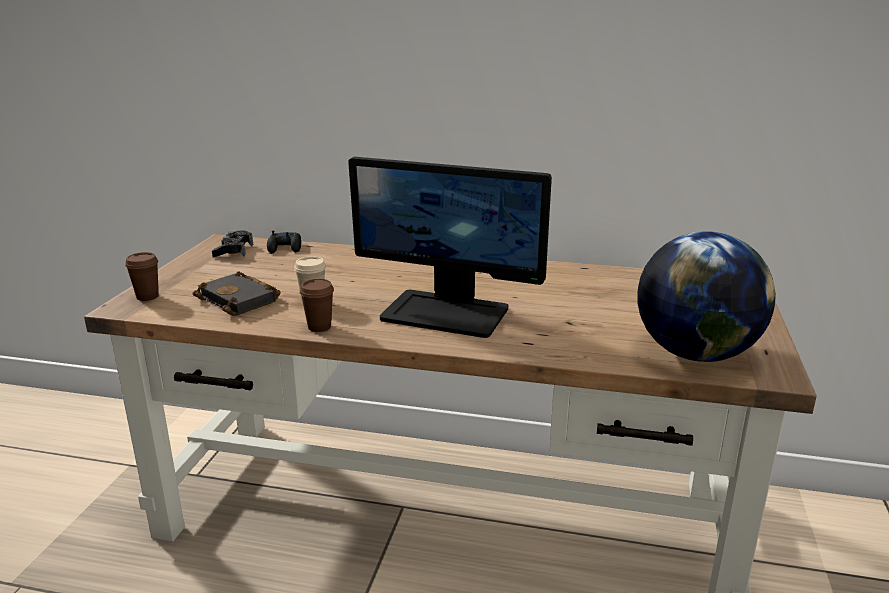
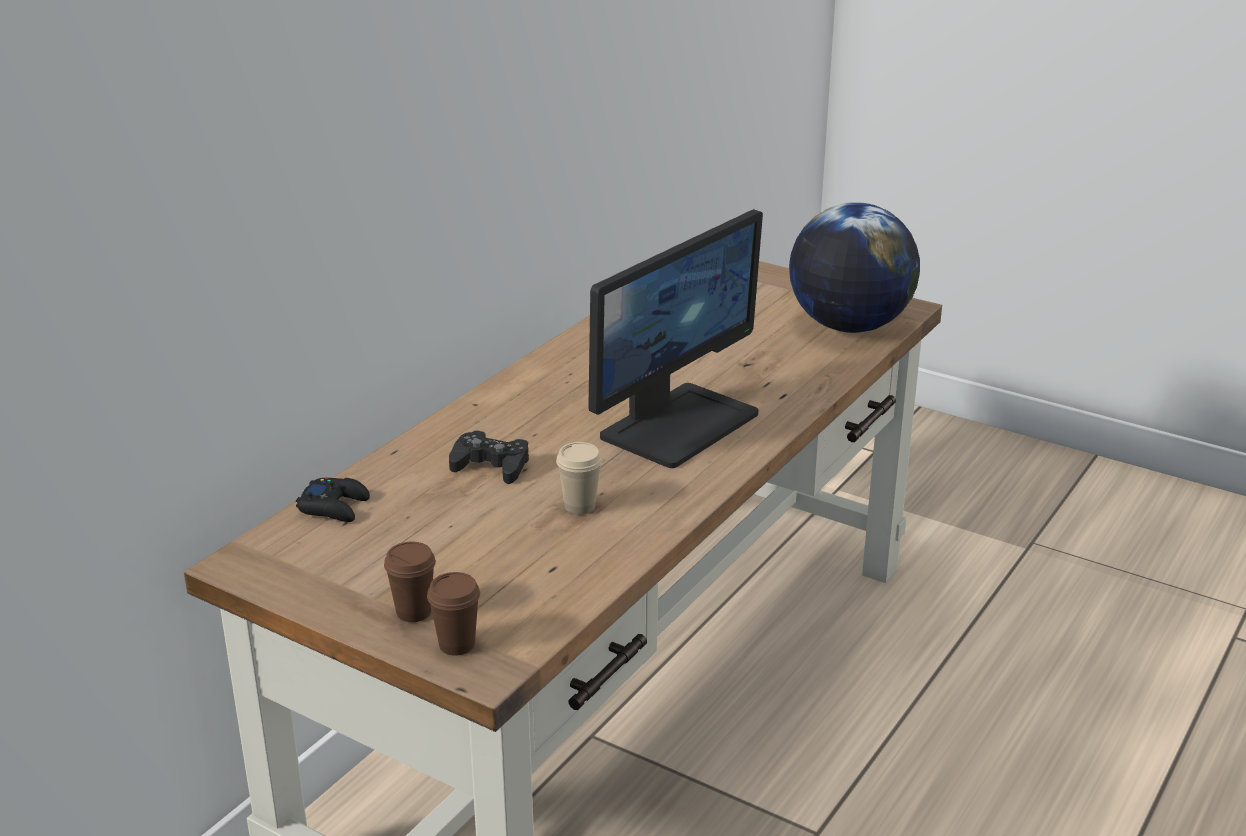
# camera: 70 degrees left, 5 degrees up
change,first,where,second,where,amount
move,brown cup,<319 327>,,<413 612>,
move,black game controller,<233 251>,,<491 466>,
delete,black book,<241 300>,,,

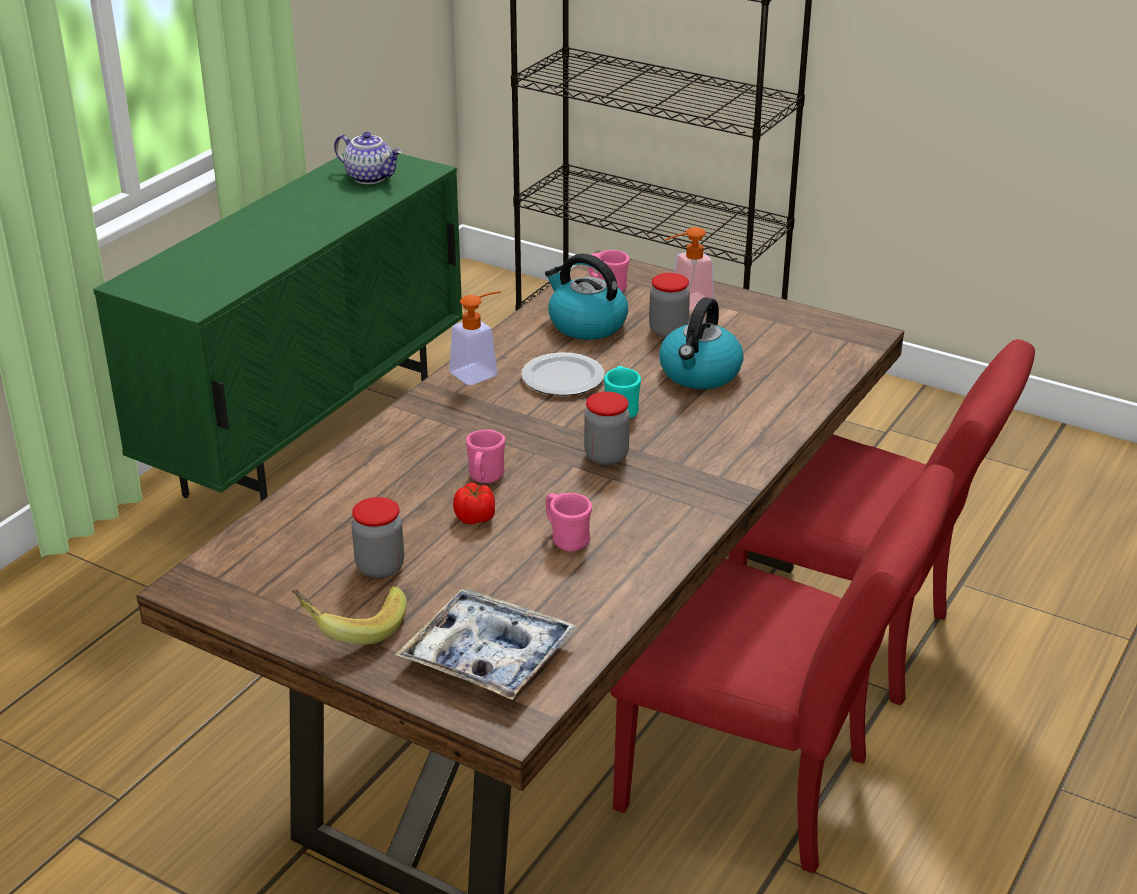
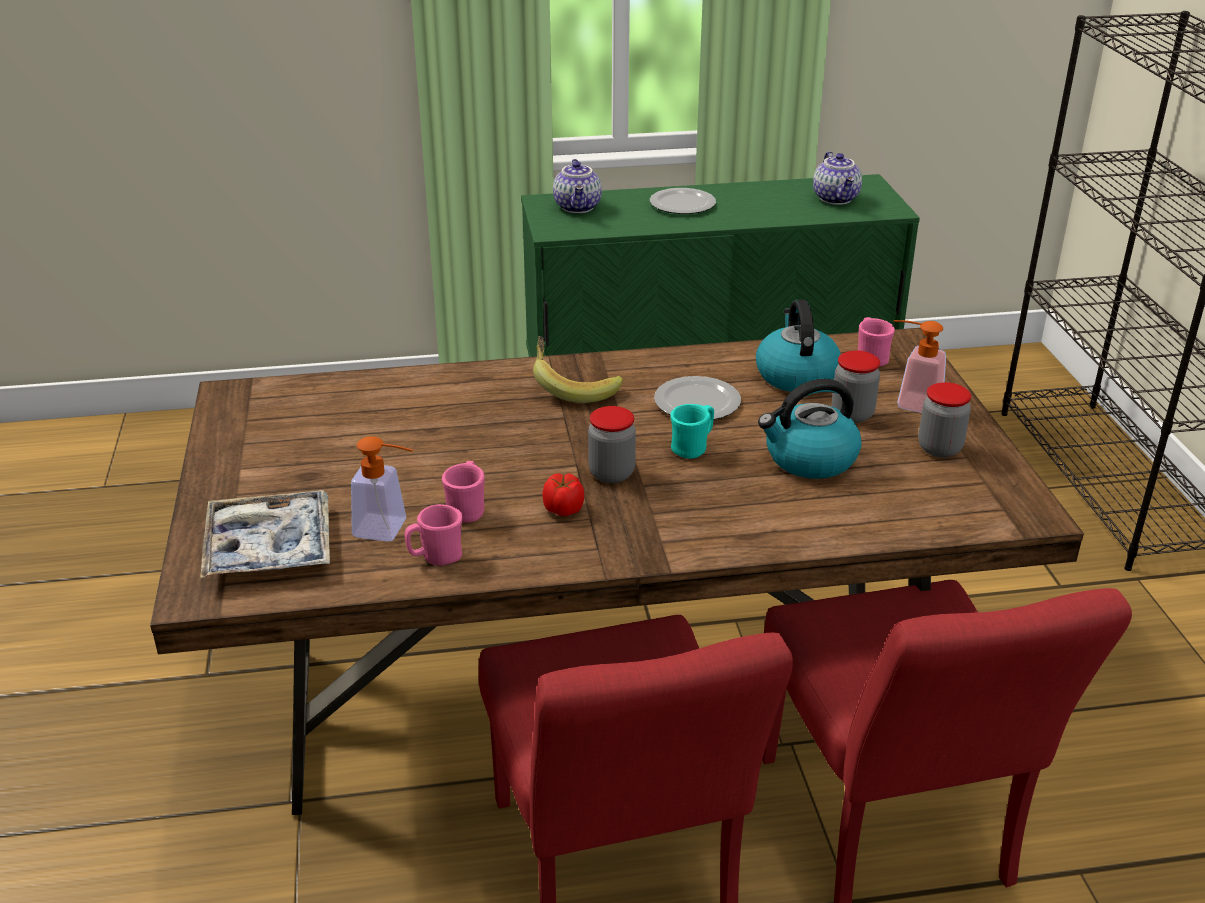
# camera: 50 degrees right, 0 degrees up
change,first,where,second,where,amount
move,soap dispenser,<480 372>,,<389 530>,
move,pink mug,<485 478>,,<436 557>,
move,banana,<352 626>,,<573 387>,
move,tomato,<476 518>,,<563 510>,
insert,,,teapot,<578 207>,
insert,,,plate,<681 204>,
move,jar,<380 567>,,<939 448>,

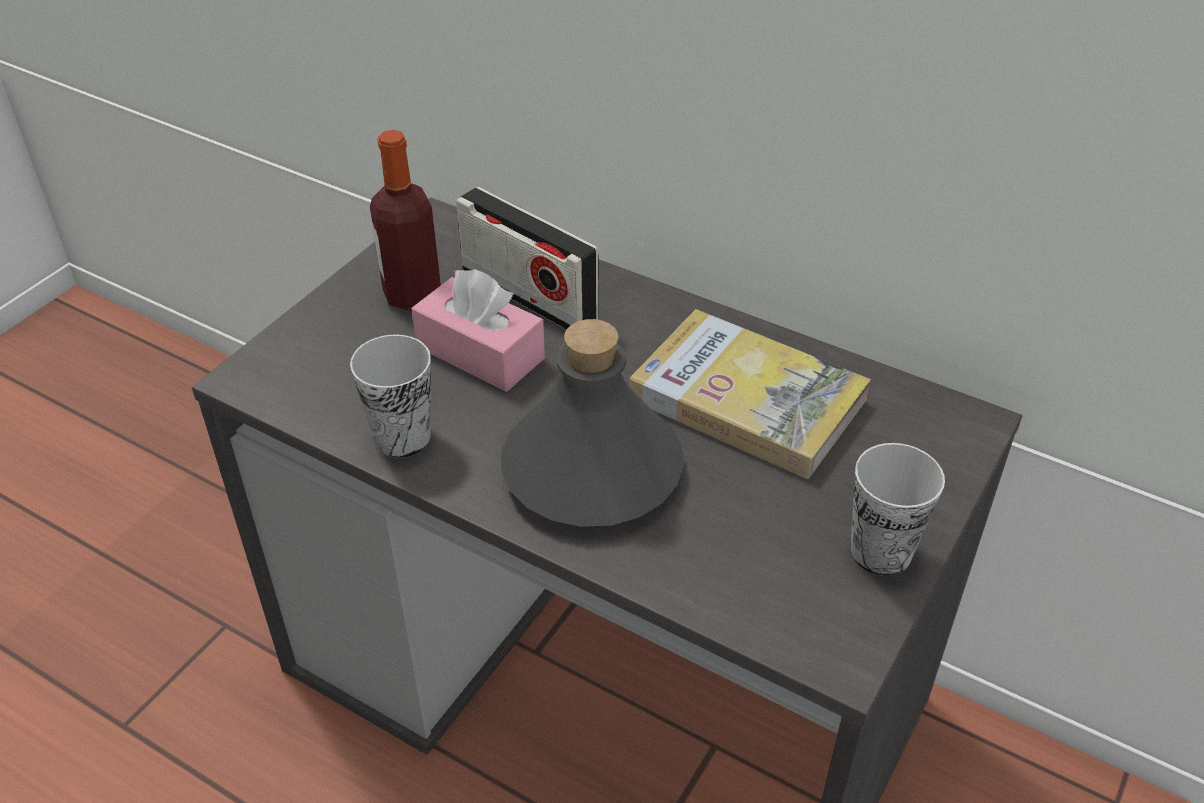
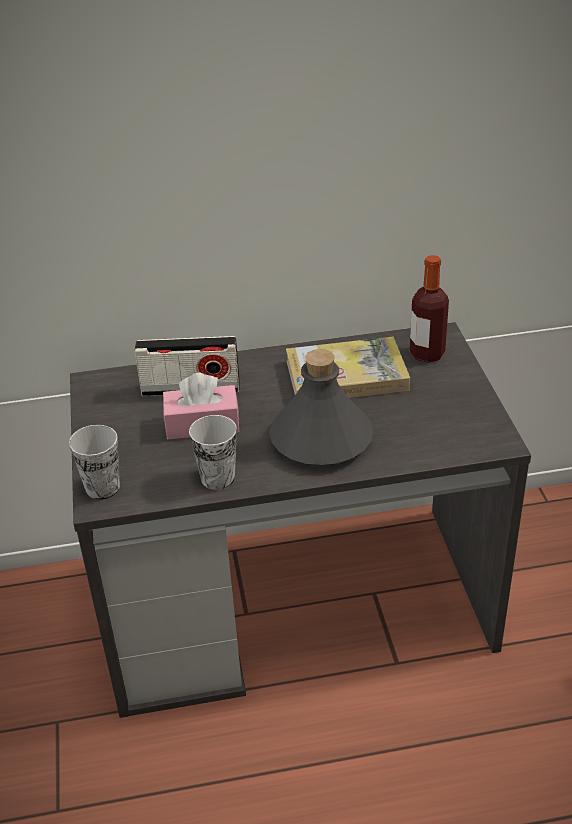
# camera: 40 degrees left, 5 degrees down
change,first,where,second,where,amount
move,cup,<881 551>,,<102 488>,
move,bottle,<412 295>,,<427 354>,

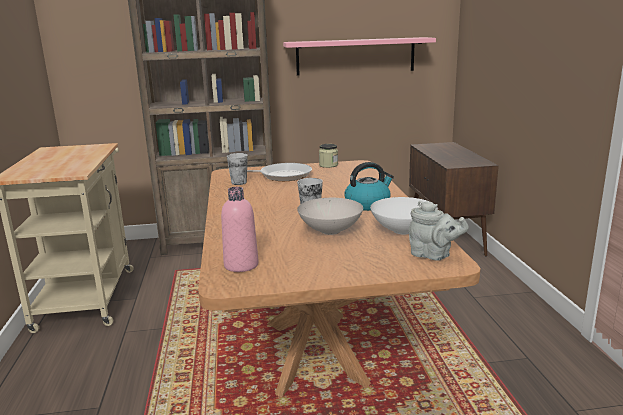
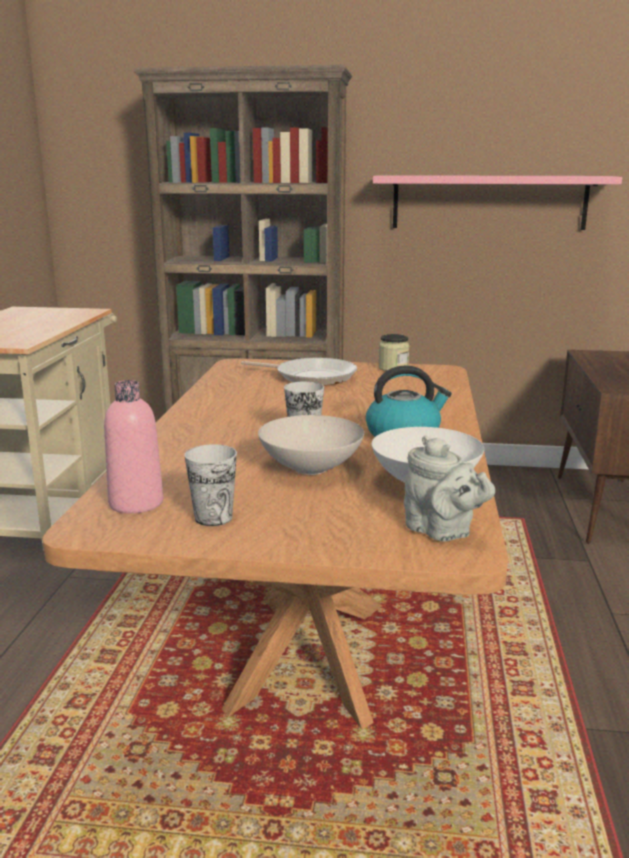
# camera: 15 degrees right, 0 degrees up
change,first,where,second,where,amount
move,cup,<239 182>,,<213 518>,

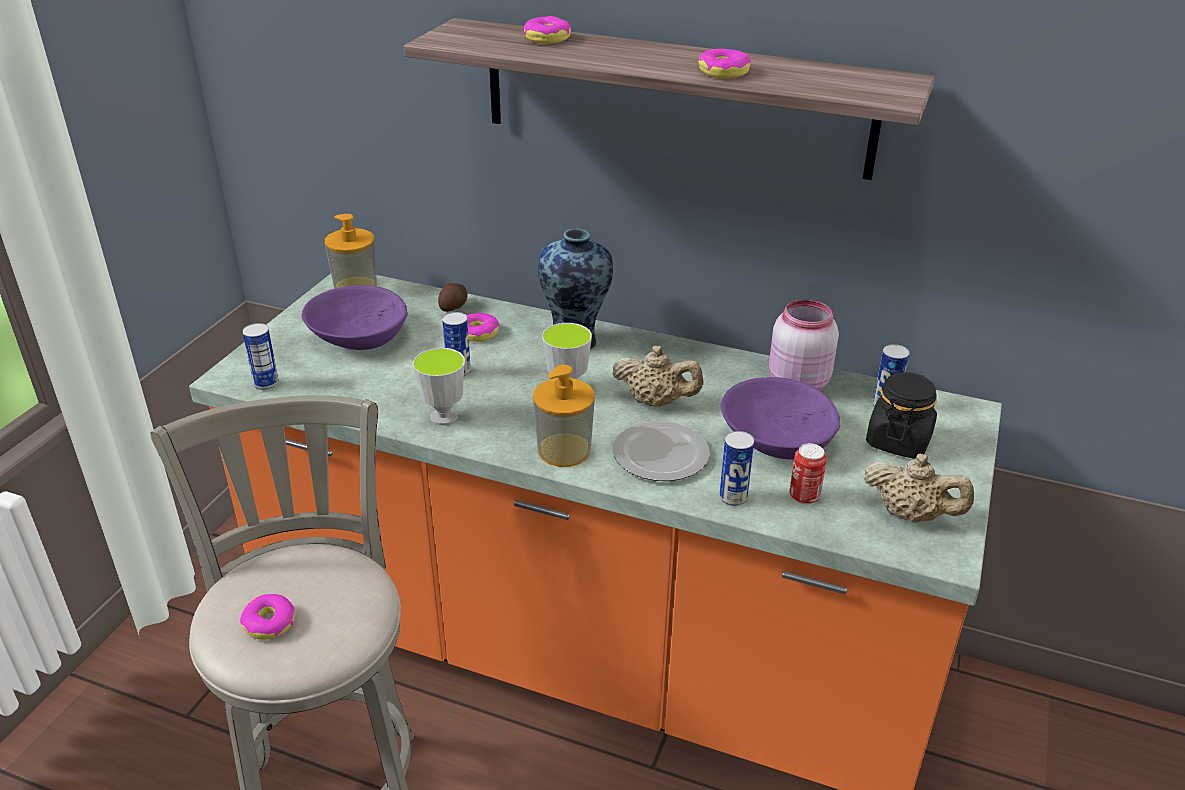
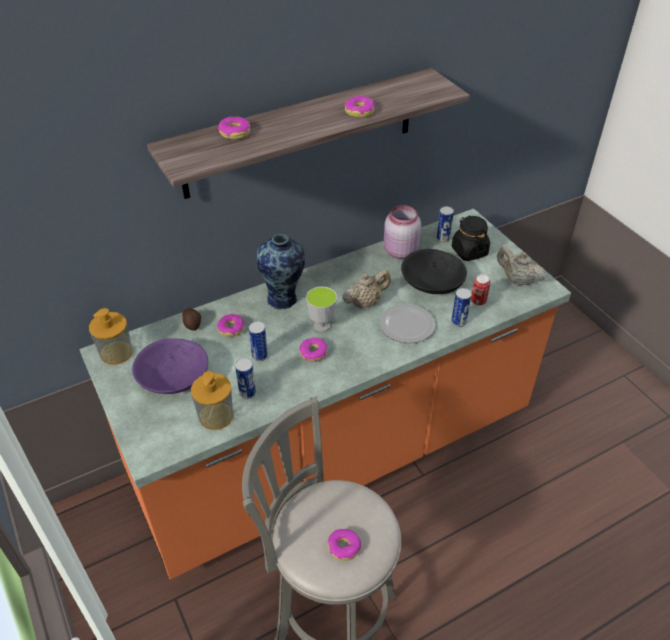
# camera: 50 degrees left, 10 degrees up
change,first,where,second,where,amount
move,soap dispenser,<564 450>,,<216 416>,
move,can,<266 384>,,<247 393>,
insert,,,donut,<313 353>,
recolor,purple bowl,<776 438>,black bowl,<431 283>,
rotate,beige teapot,<911 515>,,<517 280>,120 degrees counterclockwise
delete,cup,<444 417>,,,

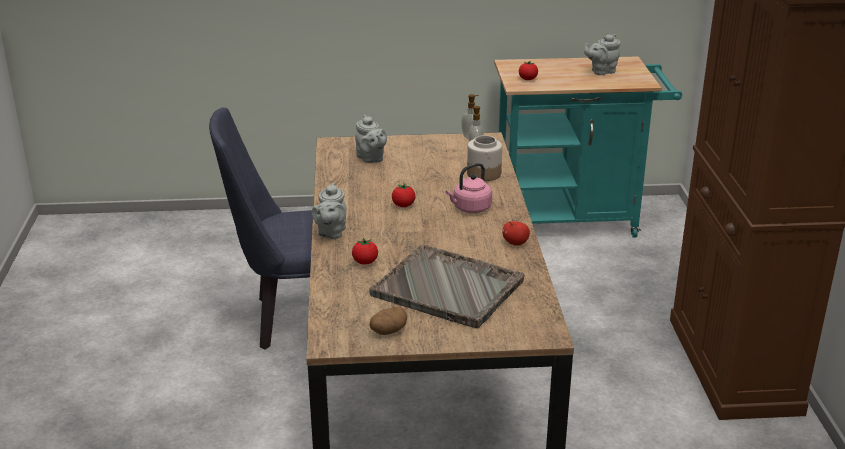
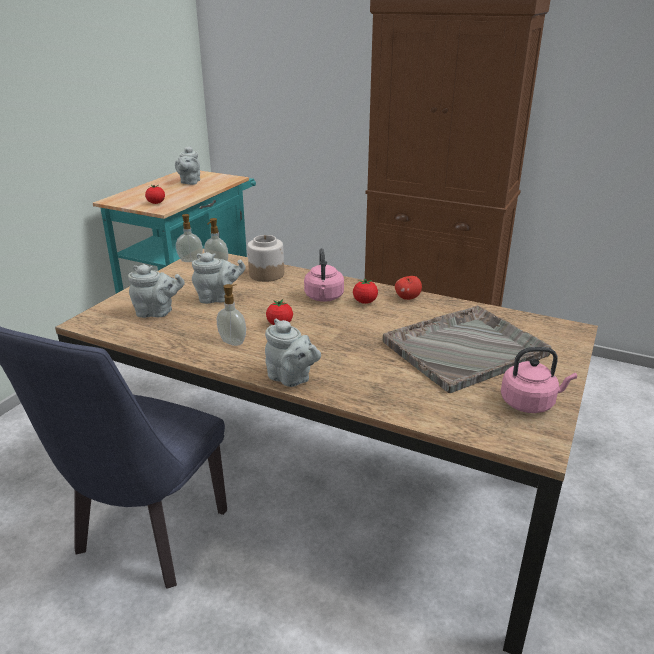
# camera: 60 degrees left, 0 degrees up
change,first,where,second,where,amount
insert,,,grey teapot,<218 298>,
insert,,,soap dispenser,<233 341>,
move,tomato,<365 262>,,<365 302>,
replace,potato,<388 331>,pink kettle,<530 403>,

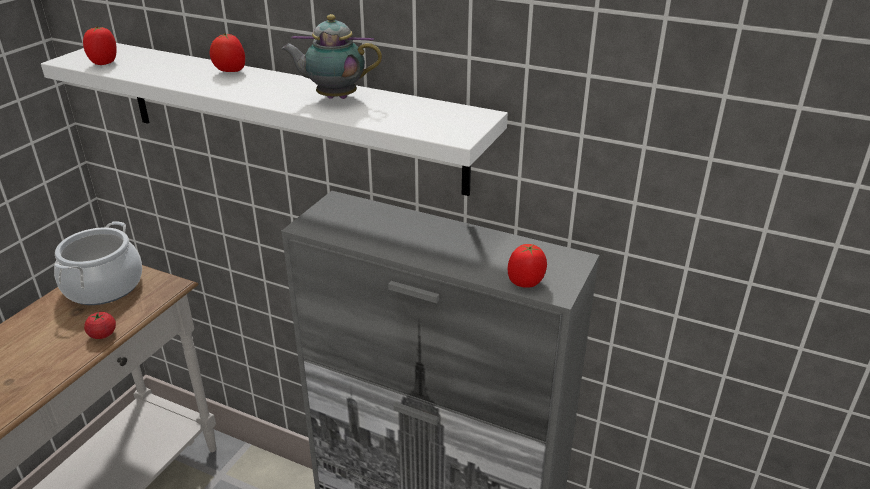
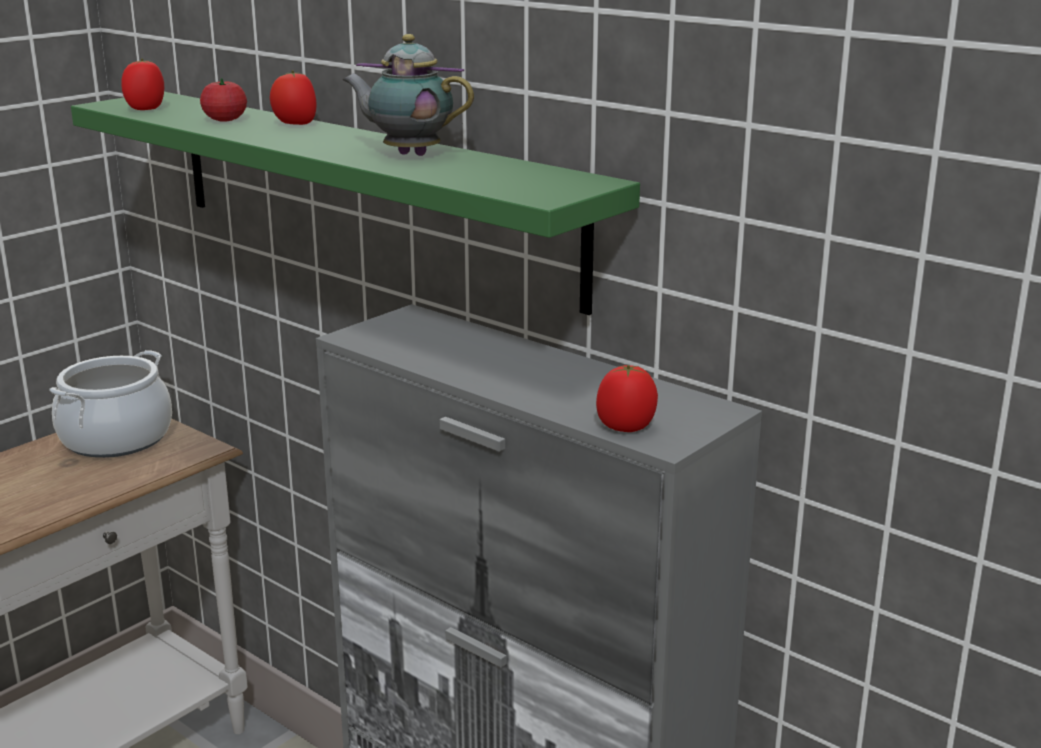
# camera: 15 degrees right, 10 degrees down
change,first,where,second,where,amount
recolor,white shelf,<287 114>,green shelf,<366 191>,
move,tomato,<103 334>,,<225 120>,

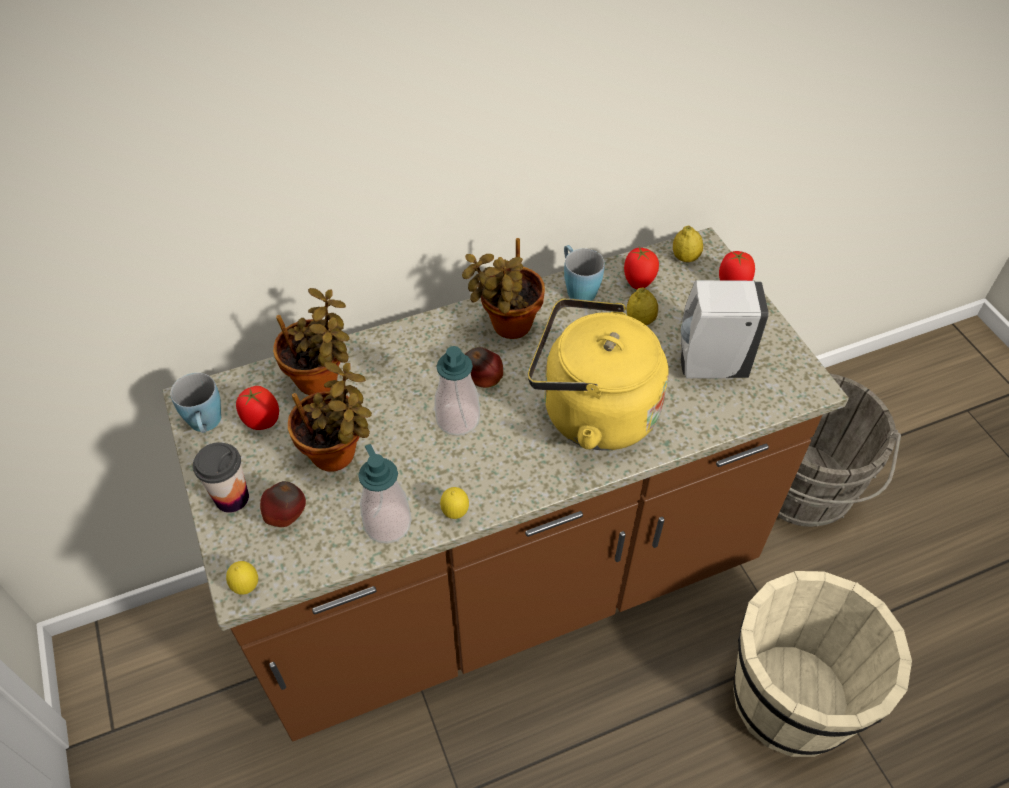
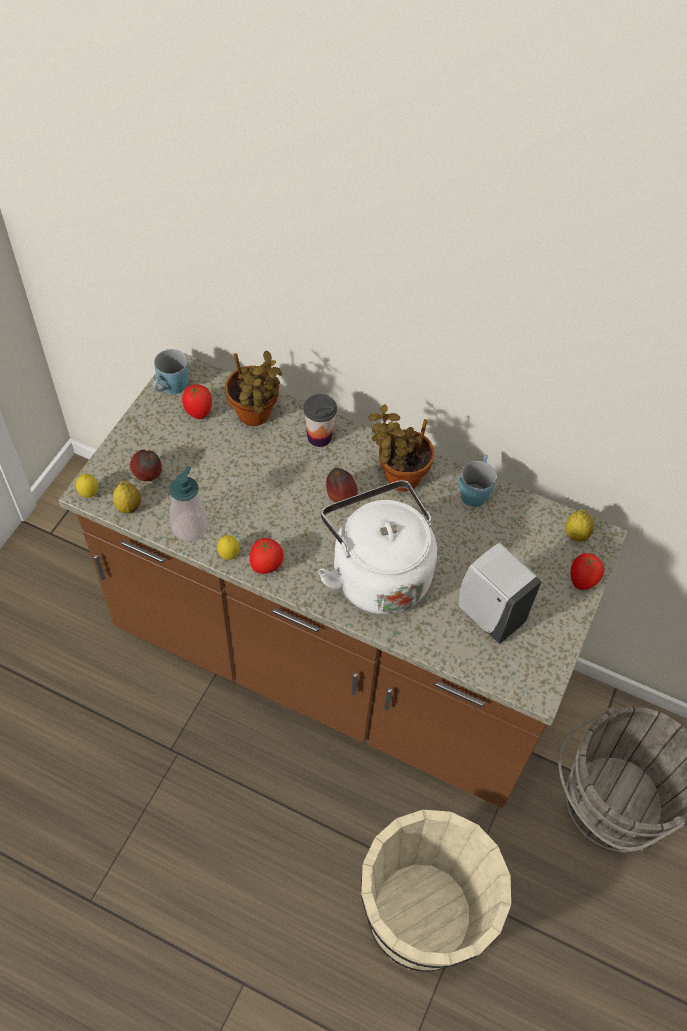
# camera: 45 degrees right, 5 degrees up
change,first,where,second,where,amount
move,lemon,<640 320>,,<129 507>,
move,tomato,<638 282>,,<266 566>,
move,cup,<232 498>,,<319 437>,
recolor,yellow kettle,<591 412>,white kettle,<377 573>,
delete,potted plant,<338 455>,,,
delete,soap dispenser,<458 419>,,,

